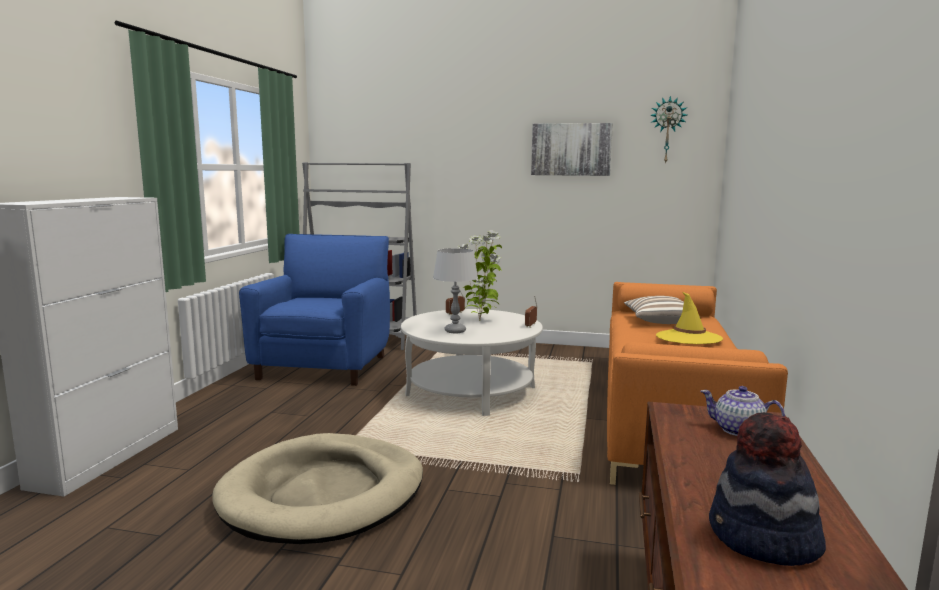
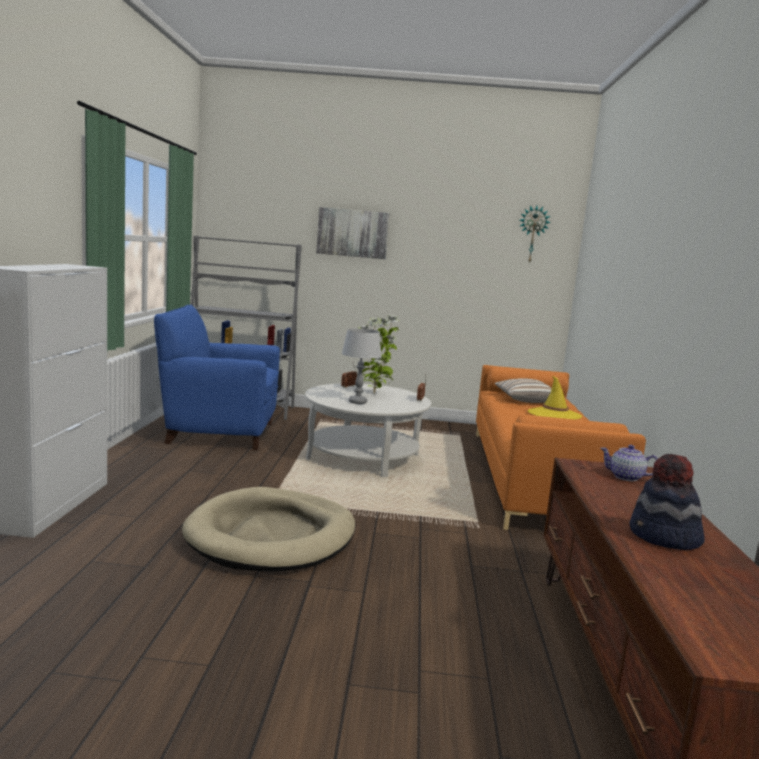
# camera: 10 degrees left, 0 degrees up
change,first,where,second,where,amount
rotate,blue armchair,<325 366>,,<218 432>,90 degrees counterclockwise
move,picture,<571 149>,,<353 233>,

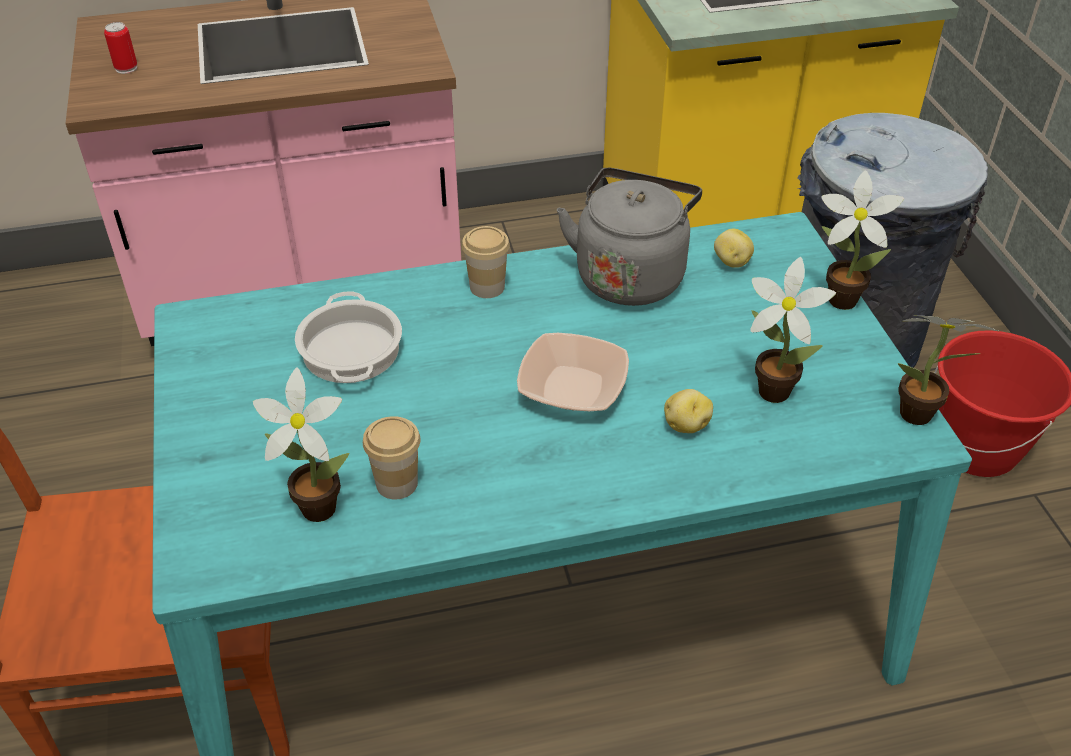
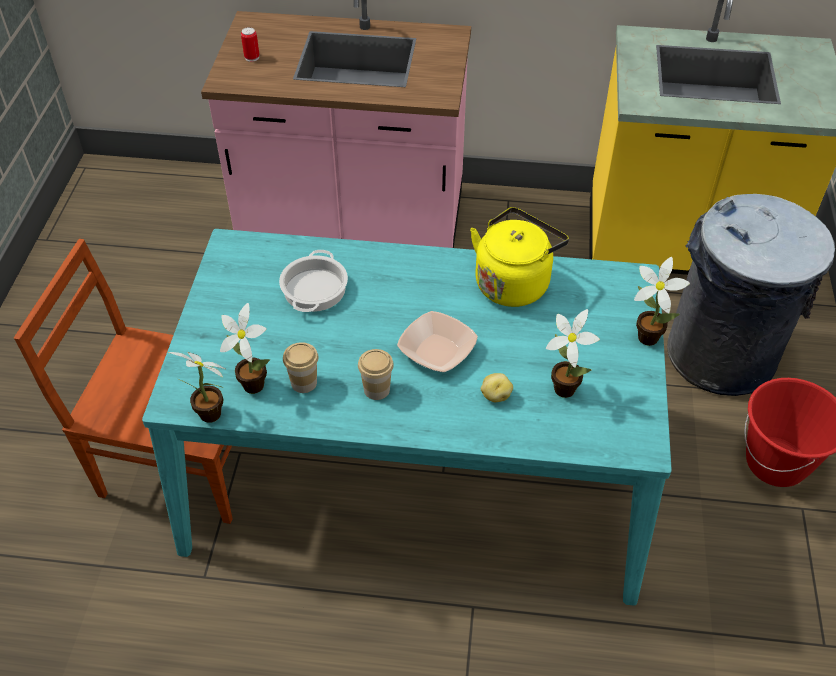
# camera: 20 degrees right, 5 degrees up
change,first,where,second,where,amount
move,potted plant,<921 416>,,<212 416>,
move,cup,<487 287>,,<376 389>,
recolor,grey kettle,<630 274>,yellow kettle,<514 282>,
delete,potato,<731 262>,,,

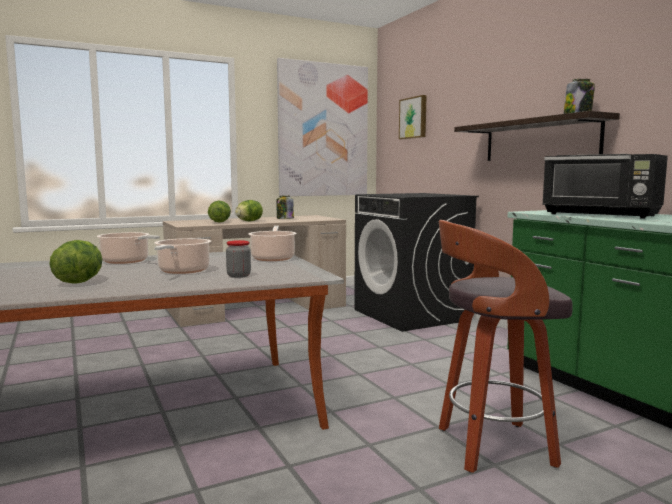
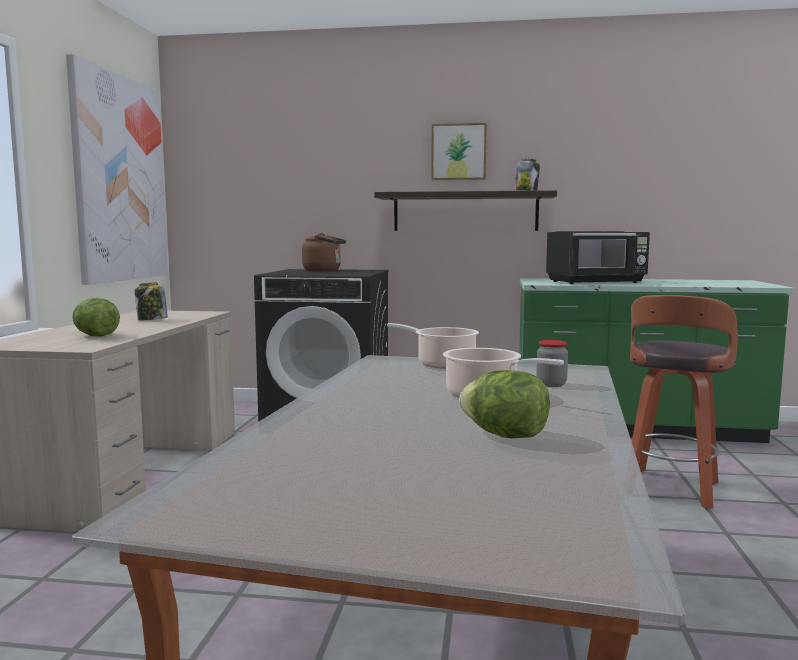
# camera: 55 degrees left, 0 degrees up
change,first,where,second,where,amount
insert,,,brown kettle,<324 270>,
move,picture,<414 118>,,<459 152>,
delete,cooking pot,<127 261>,,,
delete,lettuce,<249 221>,,,

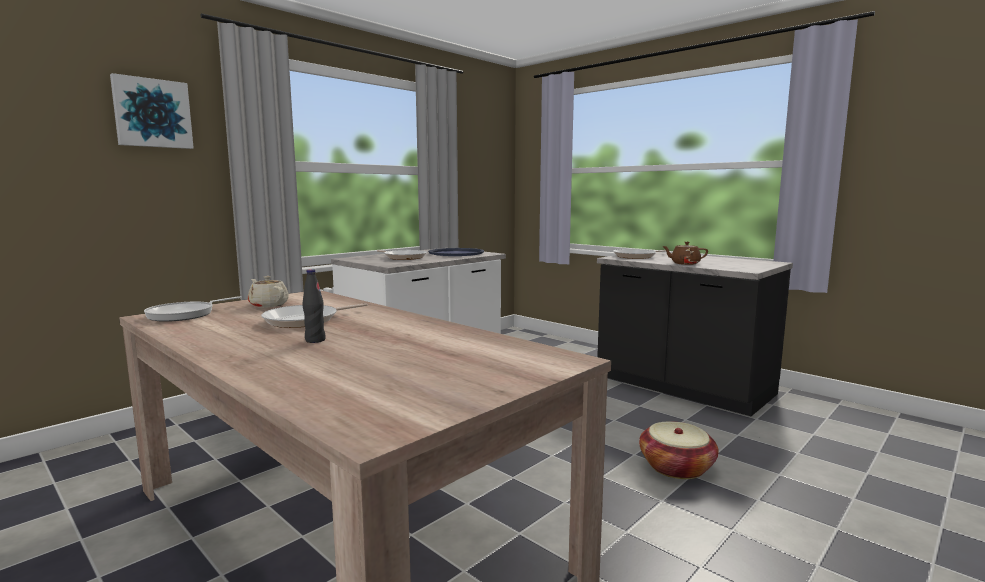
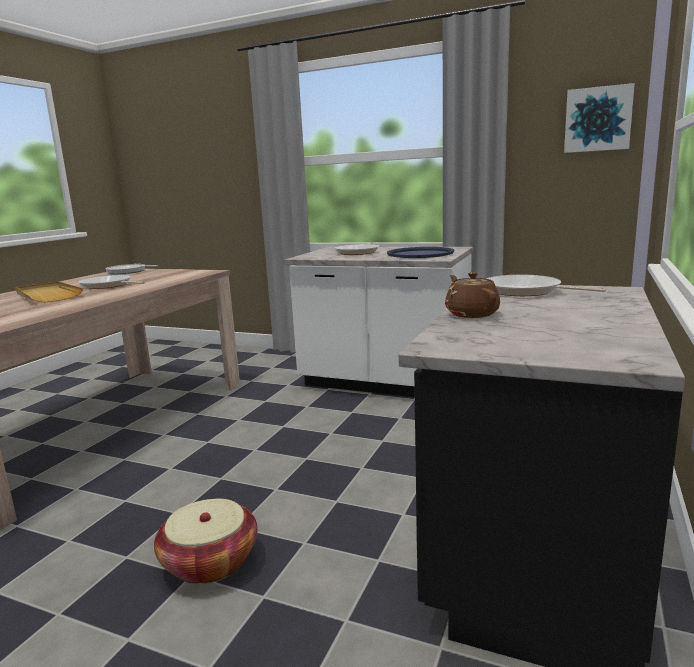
# camera: 70 degrees right, 5 degrees up
change,first,where,second,where,amount
replace,black bottle,<315 340>,beige tray,<47 295>,
move,picture,<152 113>,,<598 119>,
delete,beige teapot,<268 305>,,,

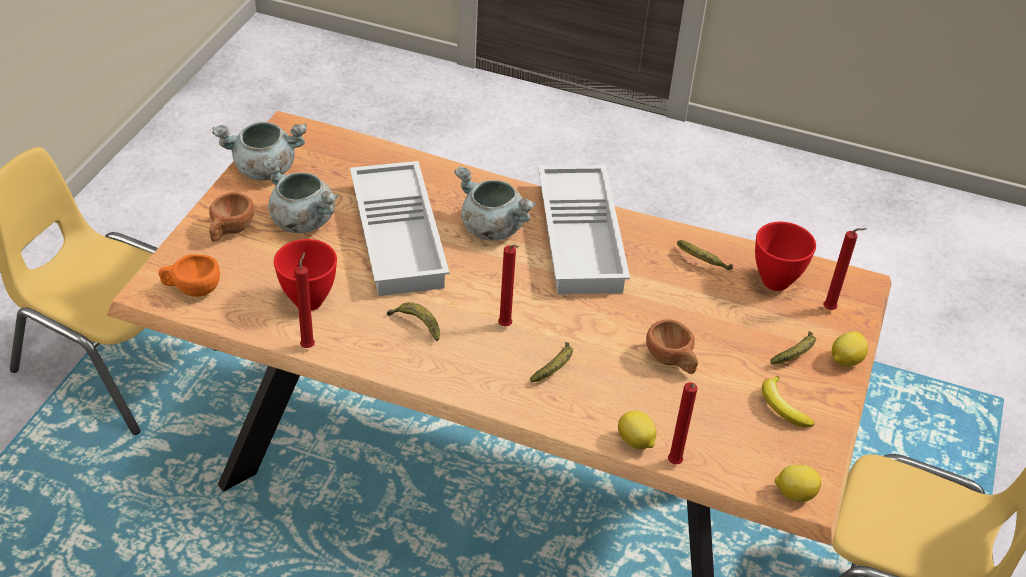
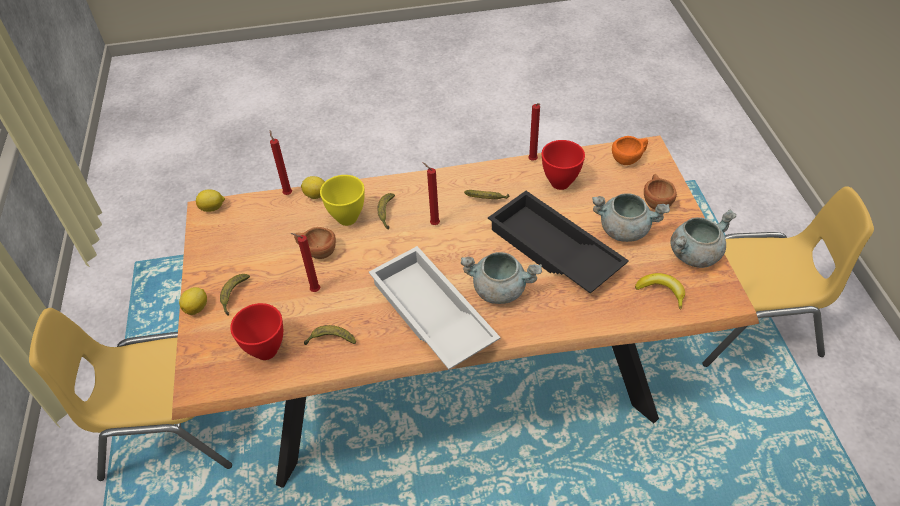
# camera: 155 degrees right, 5 degrees up
change,first,where,second,where,amount
move,red candle,<831 310>,,<313 290>,
insert,,,yellow bowl,<346 219>,
recolor,white tray,<400 236>,black tray,<552 251>,
move,banana,<782 407>,,<661 292>,

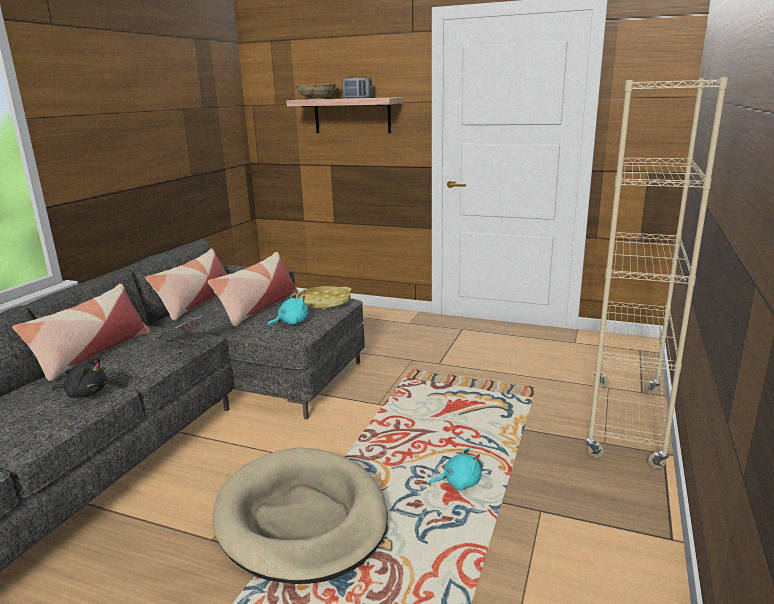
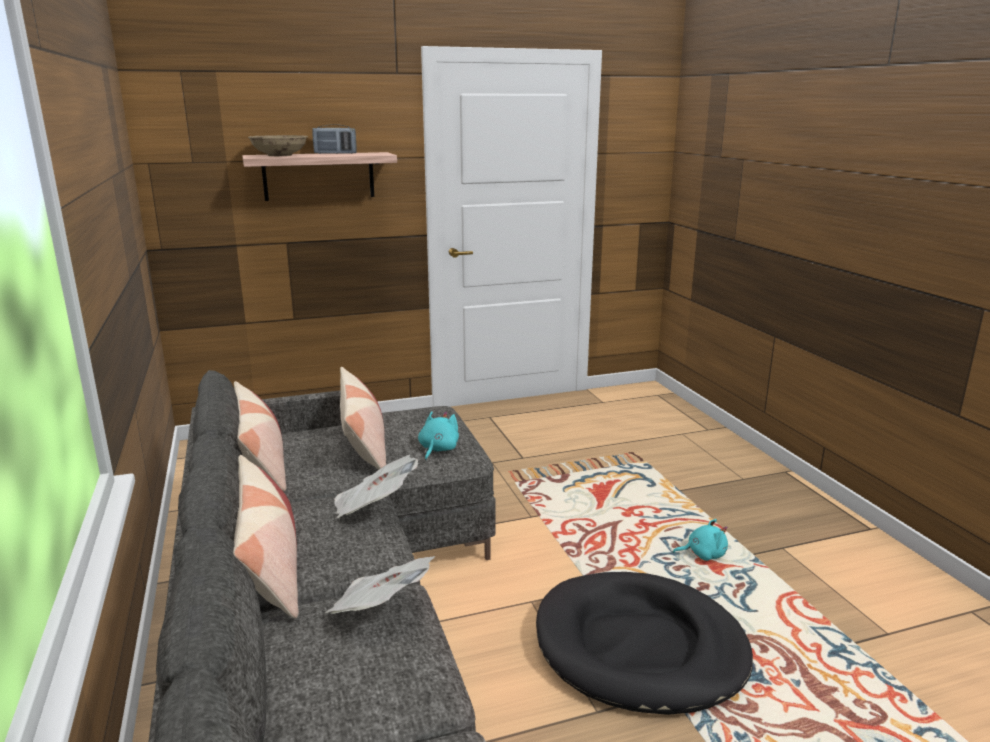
# camera: 40 degrees left, 0 degrees up
change,first,where,second,where,amount
replace,black plush toy,<85 393>,newspaper,<381 609>,
recolor,beige dog bed,<301 518>,black dog bed,<639 647>,
rotate,turquoise plush toy,<459 483>,,<703 554>,45 degrees clockwise
delete,yellow tray,<323 302>,,,
delete,beige bookcase,<625 422>,,,

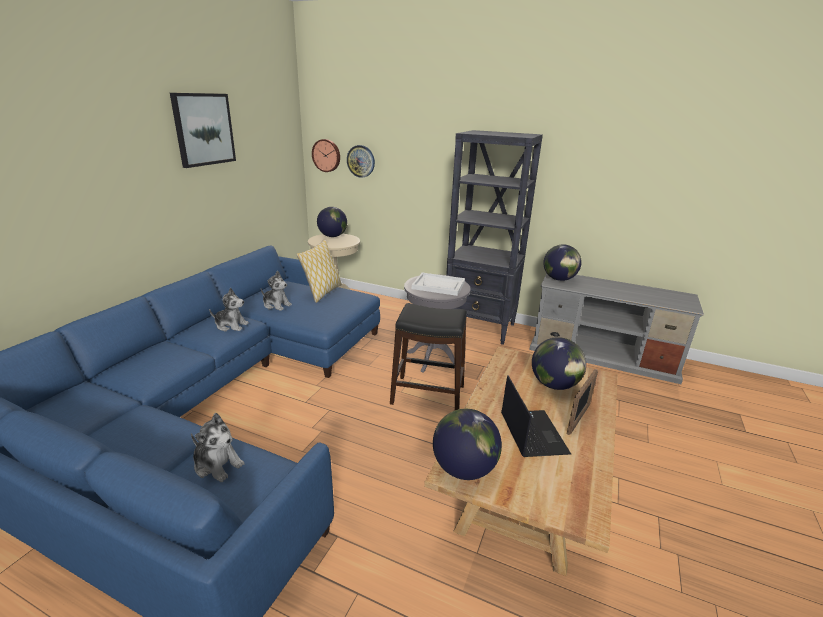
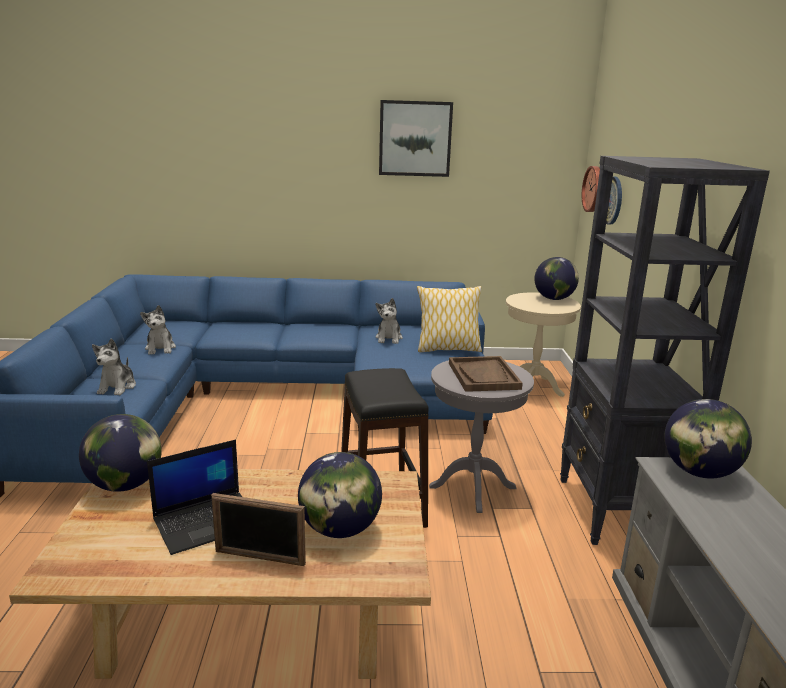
# camera: 65 degrees right, 5 degrees down
change,first,where,second,where,amount
move,plush toy,<231 325>,,<160 348>,
recolor,white tray,<438 285>,brown tray,<483 376>,

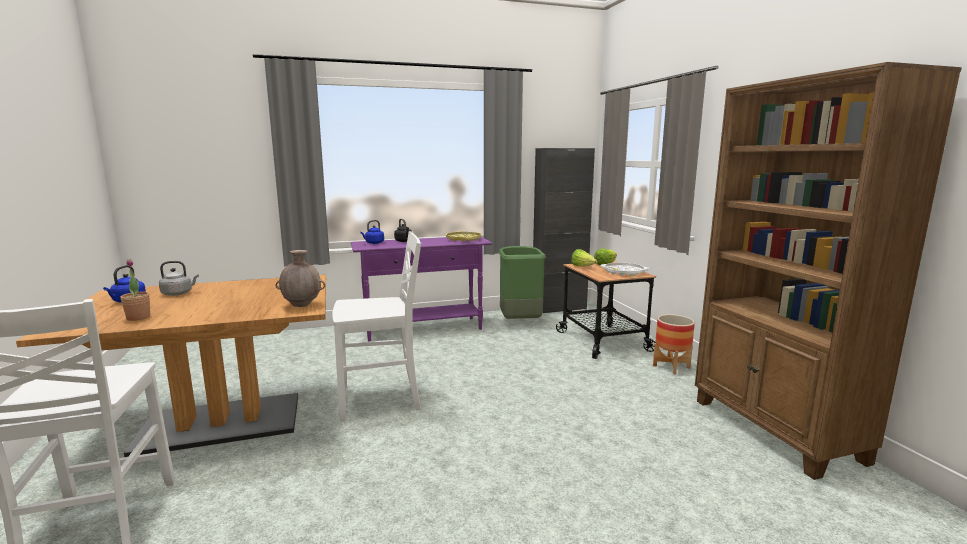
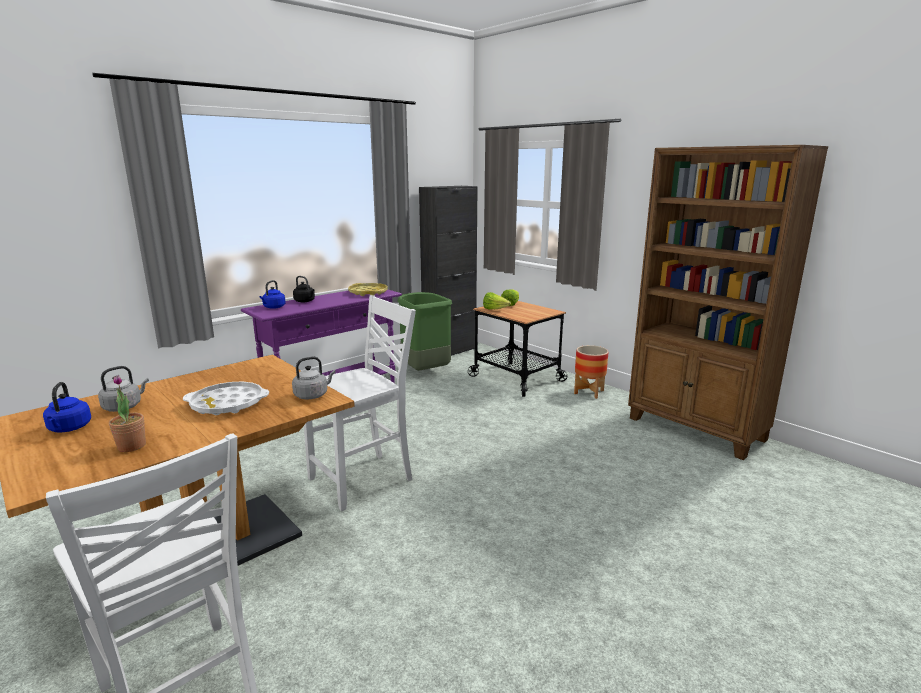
# camera: 25 degrees left, 5 degrees up
change,first,where,second,where,amount
move,white tray,<624 272>,,<228 404>,
replace,brown vase,<302 305>,grey kettle,<313 395>,

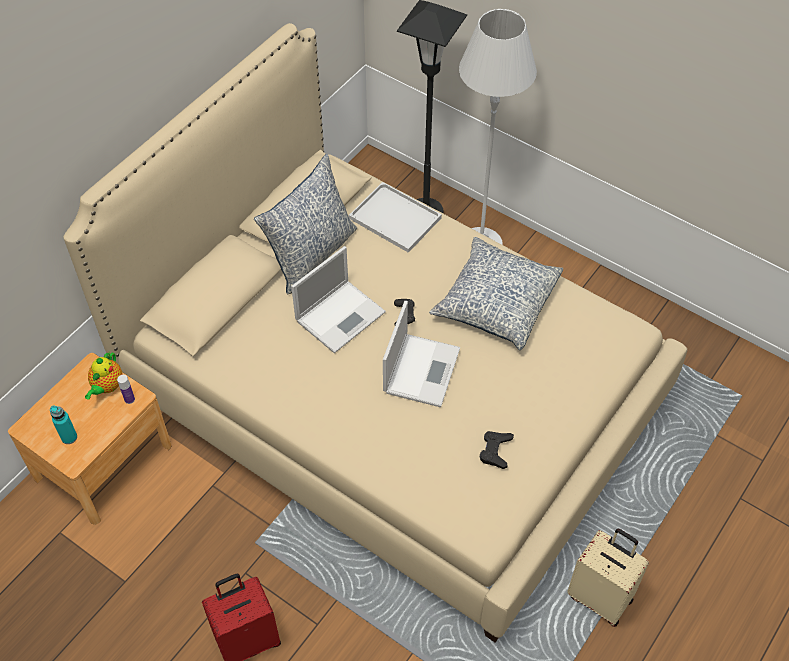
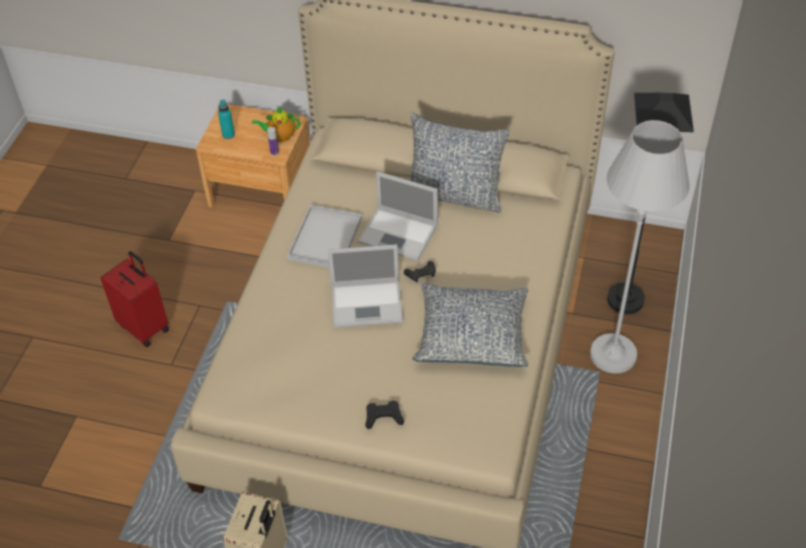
# camera: 70 degrees right, 5 degrees down
change,first,where,second,where,amount
move,white tray,<393 218>,,<325 237>,
move,black game controller,<495 451>,,<383 417>,

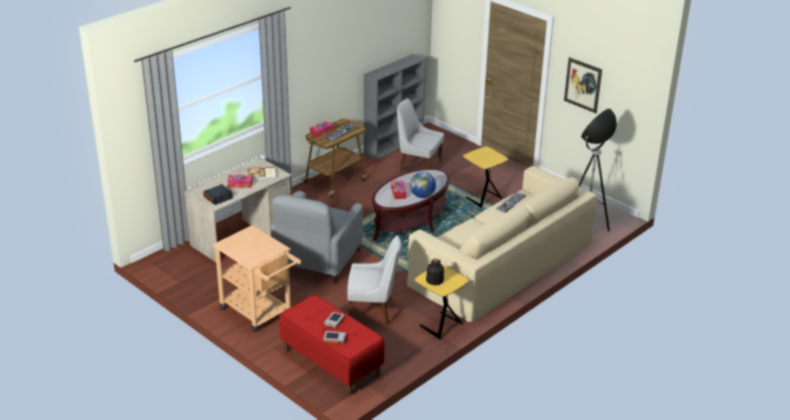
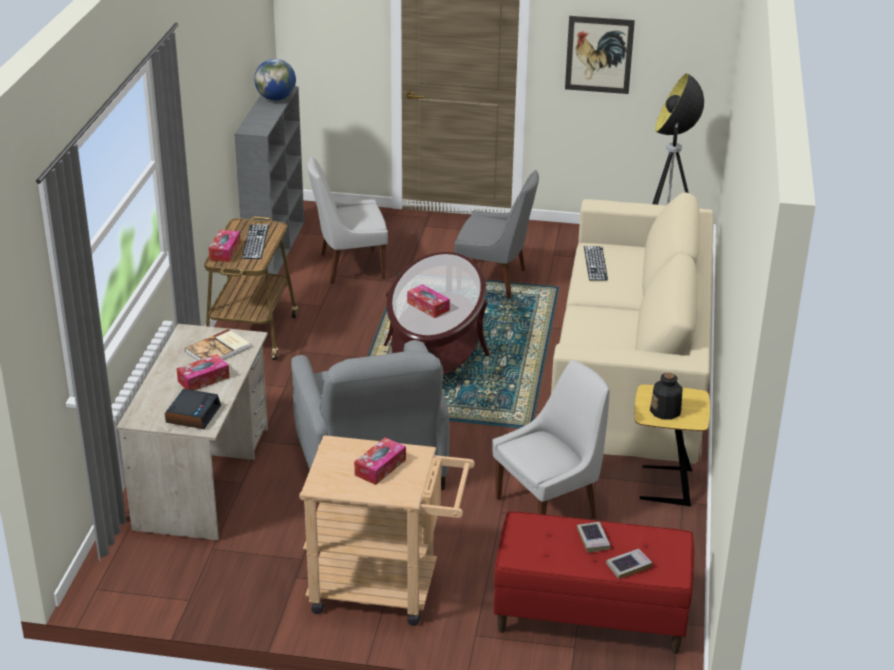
# camera: 35 degrees left, 0 degrees up
change,first,where,second,where,amount
move,globe,<422 196>,,<276 98>,
insert,,,tissue box,<380 467>,
replace,yellow side table,<482 198>,grey chair,<494 281>,

